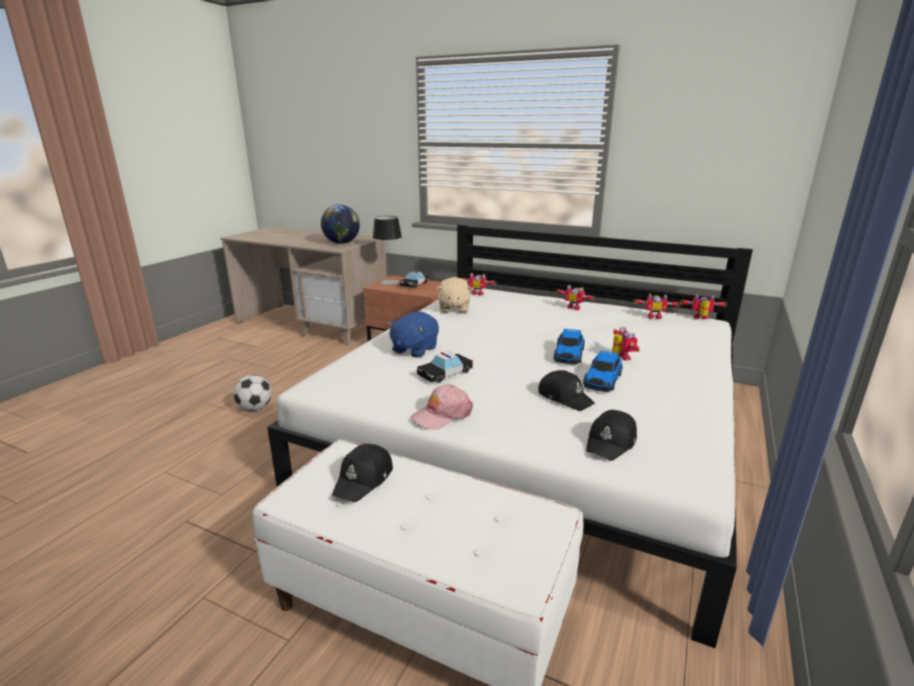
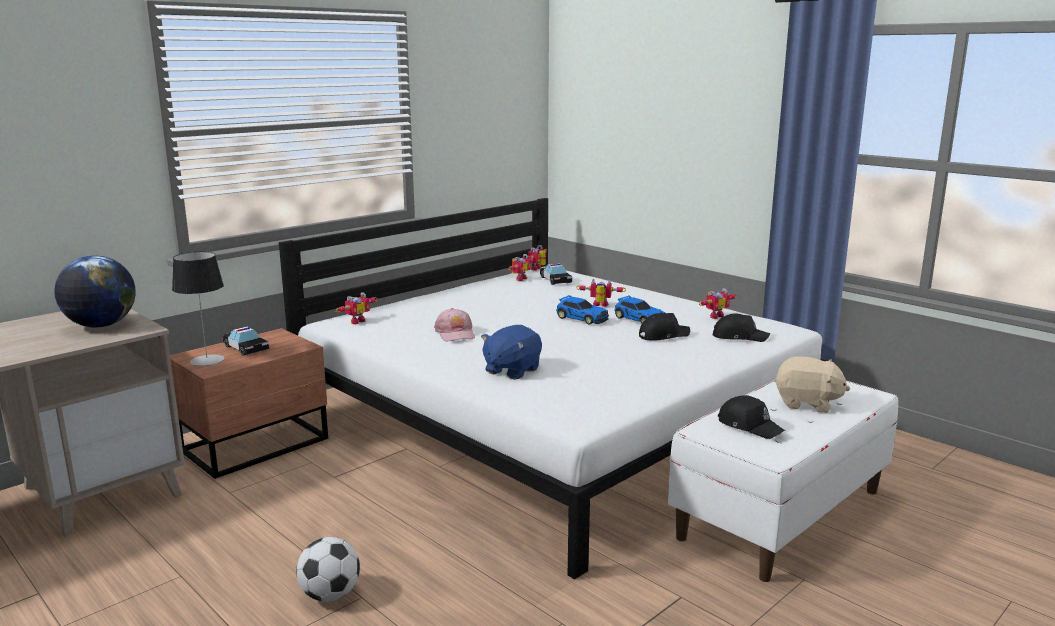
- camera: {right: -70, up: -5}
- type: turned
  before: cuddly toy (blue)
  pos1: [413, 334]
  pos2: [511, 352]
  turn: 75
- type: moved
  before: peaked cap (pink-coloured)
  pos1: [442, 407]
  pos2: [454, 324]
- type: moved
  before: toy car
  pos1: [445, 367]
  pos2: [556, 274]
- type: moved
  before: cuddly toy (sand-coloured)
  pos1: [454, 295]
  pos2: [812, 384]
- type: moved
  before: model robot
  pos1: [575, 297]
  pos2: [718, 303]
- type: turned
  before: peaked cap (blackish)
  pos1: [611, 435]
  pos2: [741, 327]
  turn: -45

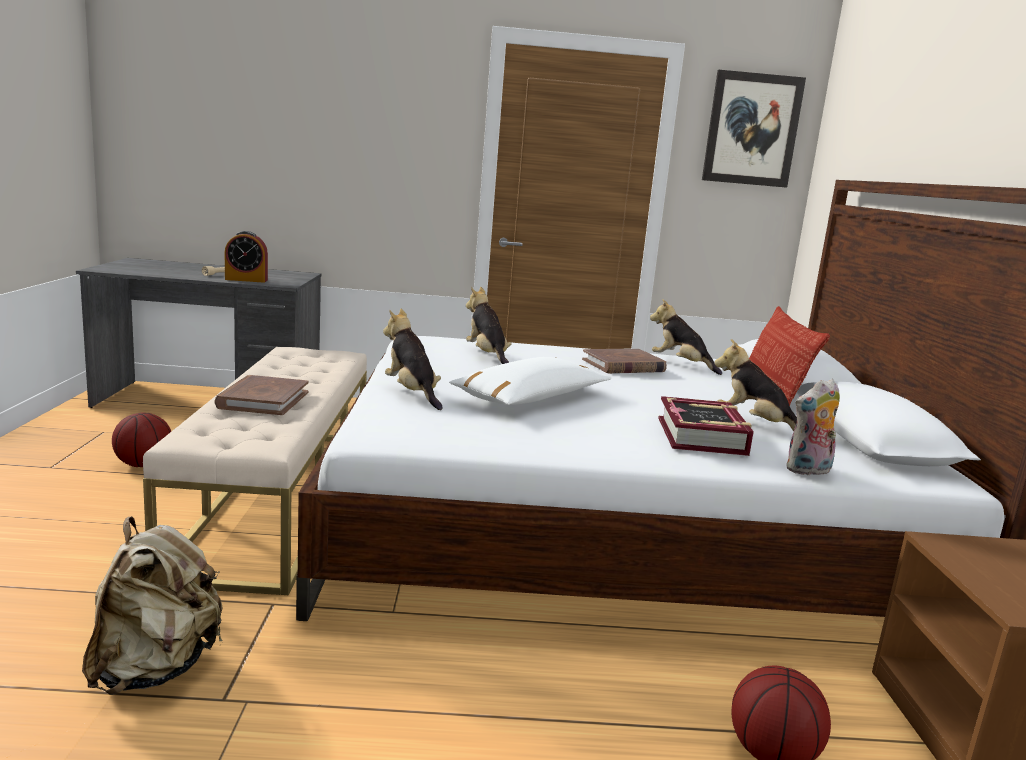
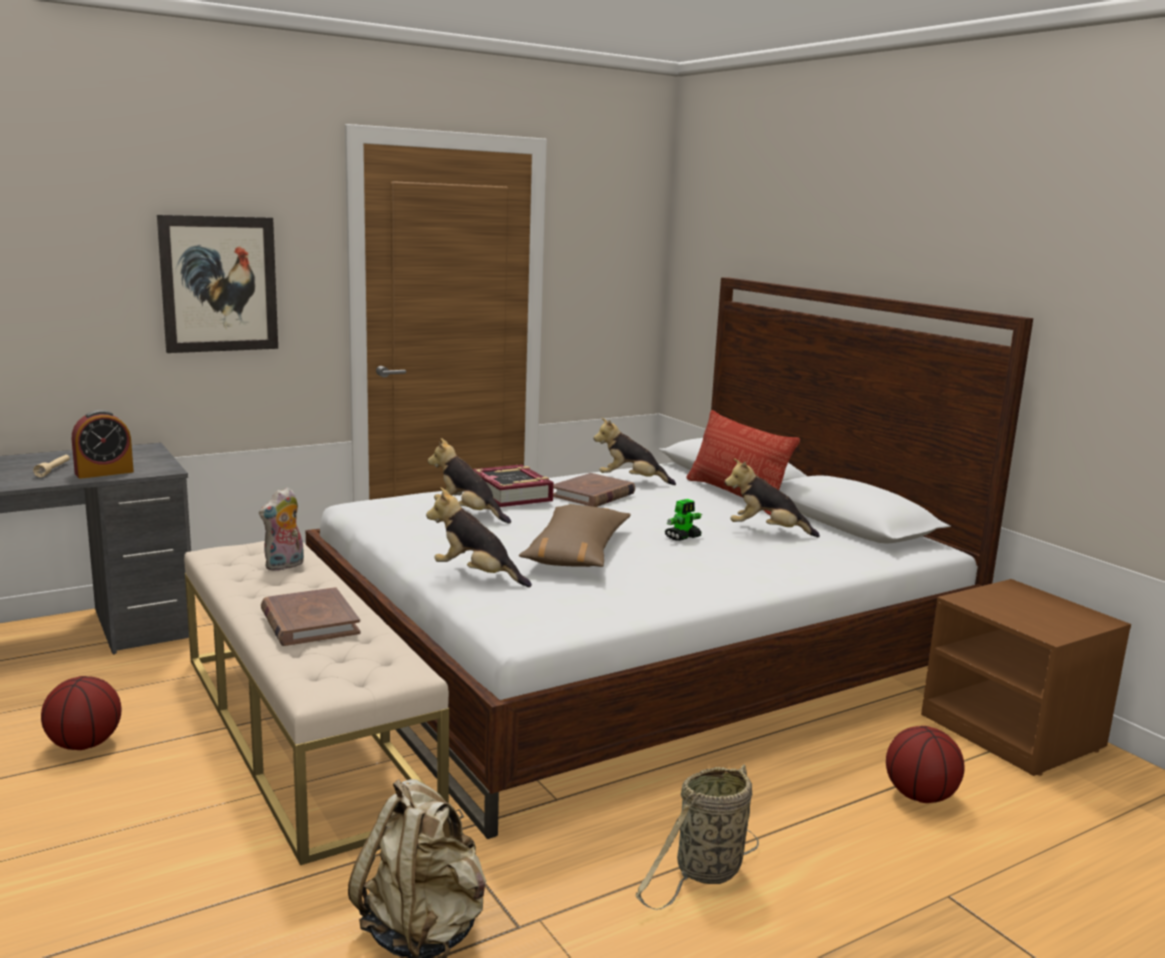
- camera: {right: -30, up: 0}
- type: recoloured
  before: cushion (whitish)
  after: cushion (brownish)
  pos1: [530, 381]
  pos2: [575, 536]
- type: moved
  before: volume
  pos1: [706, 426]
  pos2: [513, 485]
- type: moved
  before: wall picture
  pos1: [754, 129]
  pos2: [217, 284]
- type: moved
  before: cuddly toy
  pos1: [813, 427]
  pos2: [281, 529]
- type: added
  after: basket
  pos2: [697, 837]
- type: added
  after: model robot
  pos2: [683, 520]

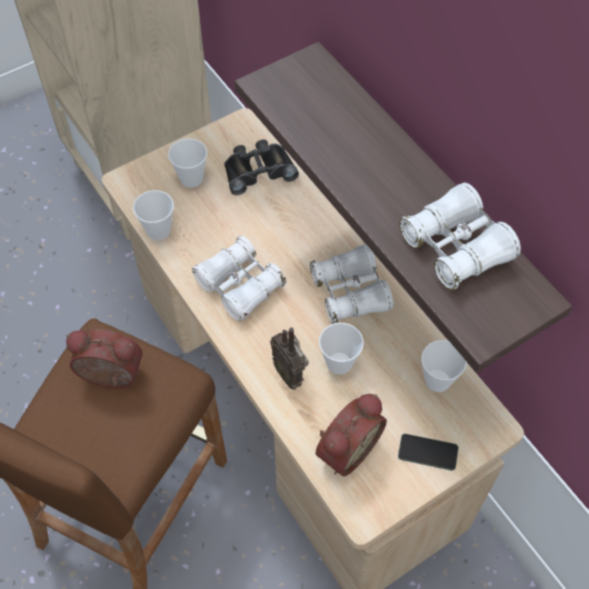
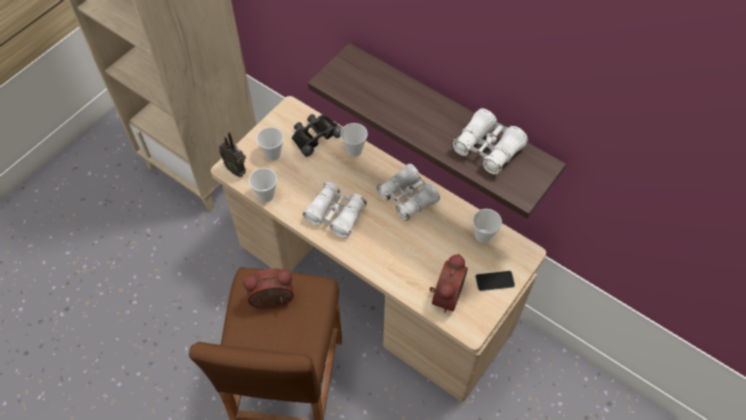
- camera: {right: -20, up: 0}
- type: moved
  before: radio receiver
  pos1: [289, 358]
  pos2: [232, 154]
- type: moved
  before: cup
  pos1: [341, 349]
  pos2: [354, 140]

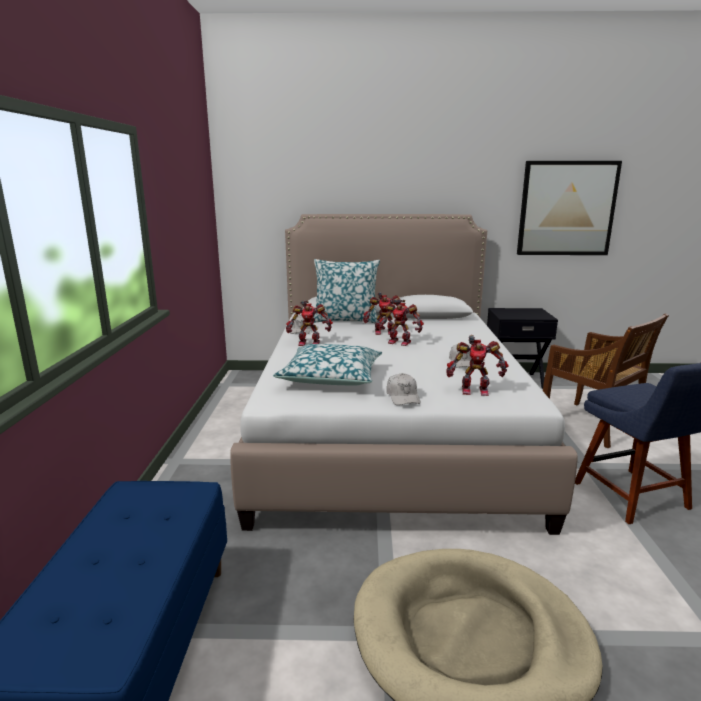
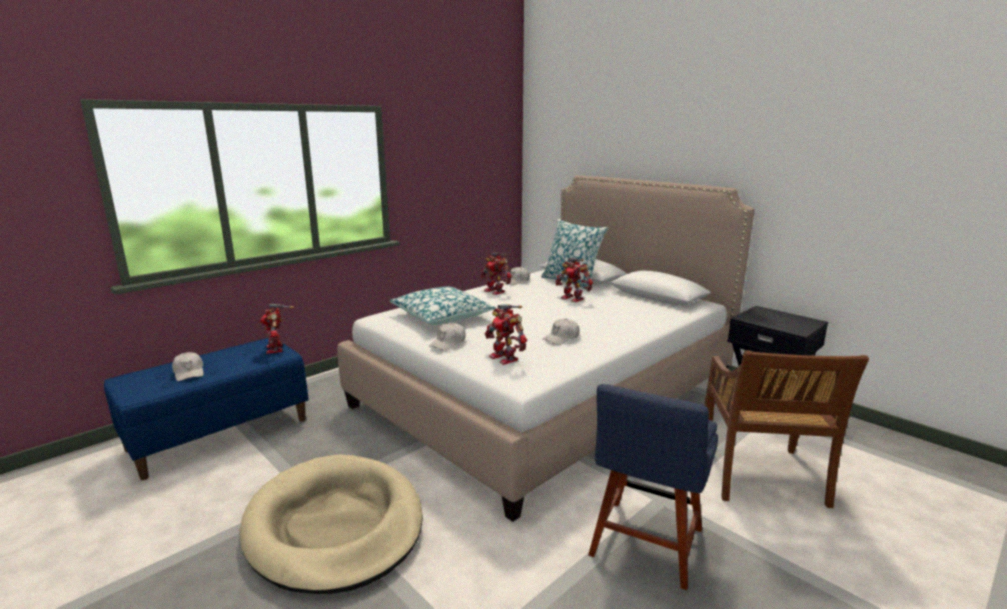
- camera: {right: 45, up: 0}
- type: moved
  before: model robot
  pos1: [401, 322]
  pos2: [277, 329]
- type: removed
  before: wall picture
  pos1: [569, 208]
- type: added
  after: peaked cap (whitish)
  pos2: [188, 366]

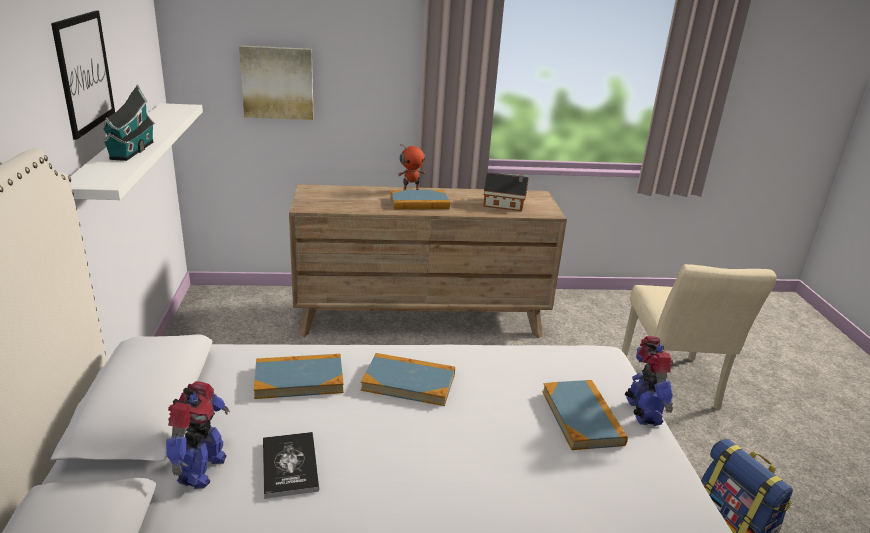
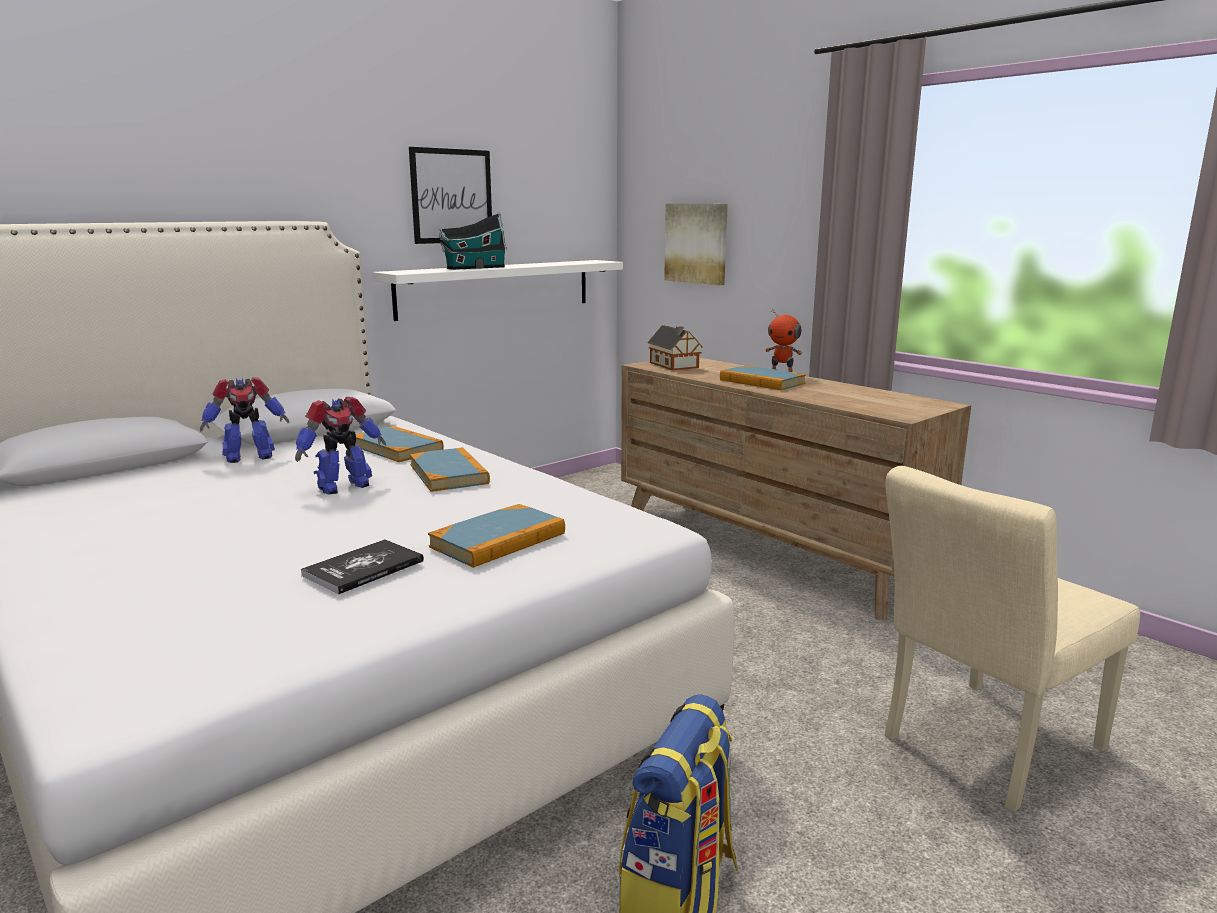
- camera: {right: 55, up: -10}
- type: moved
  before: volume
  pos1: [291, 465]
  pos2: [362, 567]
- type: moved
  before: toy house
  pos1: [506, 191]
  pos2: [675, 347]
- type: moved
  before: model robot
  pos1: [649, 381]
  pos2: [340, 445]

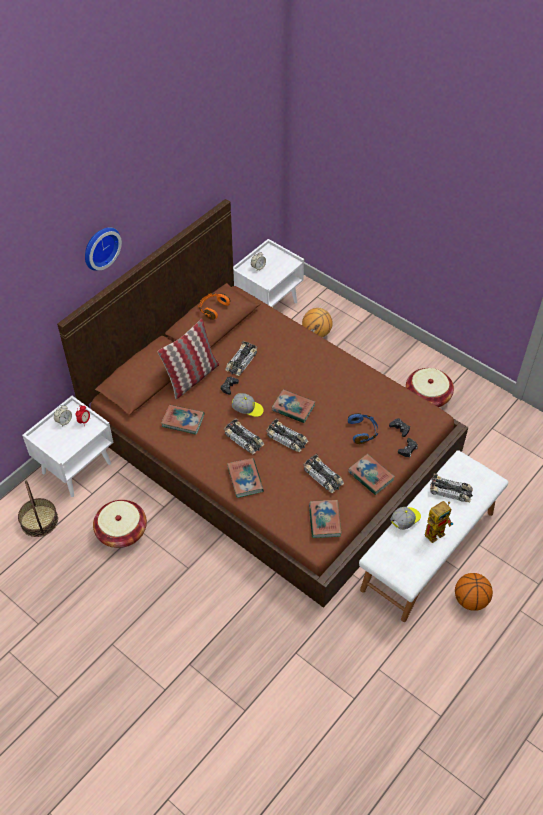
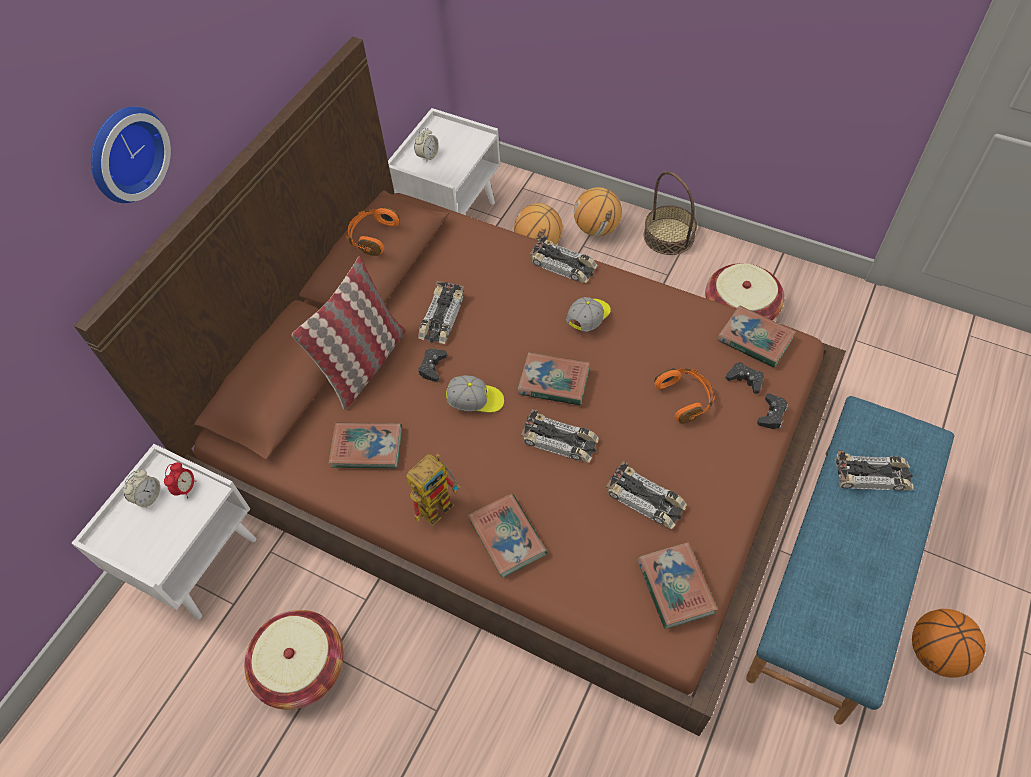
- camera: {right: -10, up: 5}
- type: moved
  before: basket
  pos1: [38, 508]
  pos2: [670, 213]
- type: moved
  before: toy car
  pos1: [243, 436]
  pos2: [563, 259]
- type: recoloured
  before: headset (blue)
  after: headset (orange-coloured)
  pos1: [363, 428]
  pos2: [684, 396]
- type: moved
  before: volume
  pos1: [371, 474]
  pos2: [756, 336]
- type: recoloured
  before: bench (whitish)
  after: bench (blue)
  pos1: [433, 536]
  pos2: [850, 560]
- type: moved
  before: peaked cap
  pos1: [405, 518]
  pos2: [588, 314]
- type: moved
  before: model robot
  pos1: [438, 522]
  pos2: [433, 490]
- type: added
  after: ball for basketball
  pos2: [598, 211]

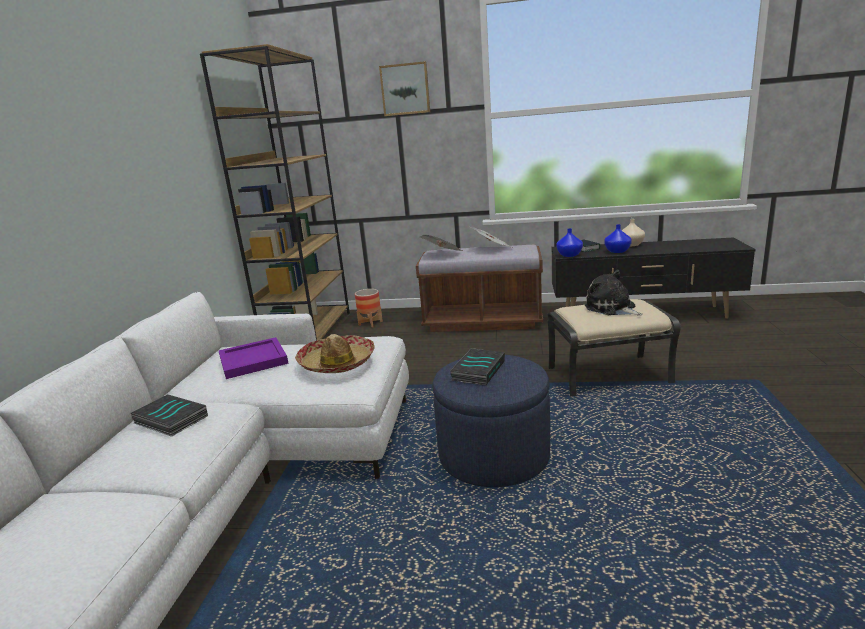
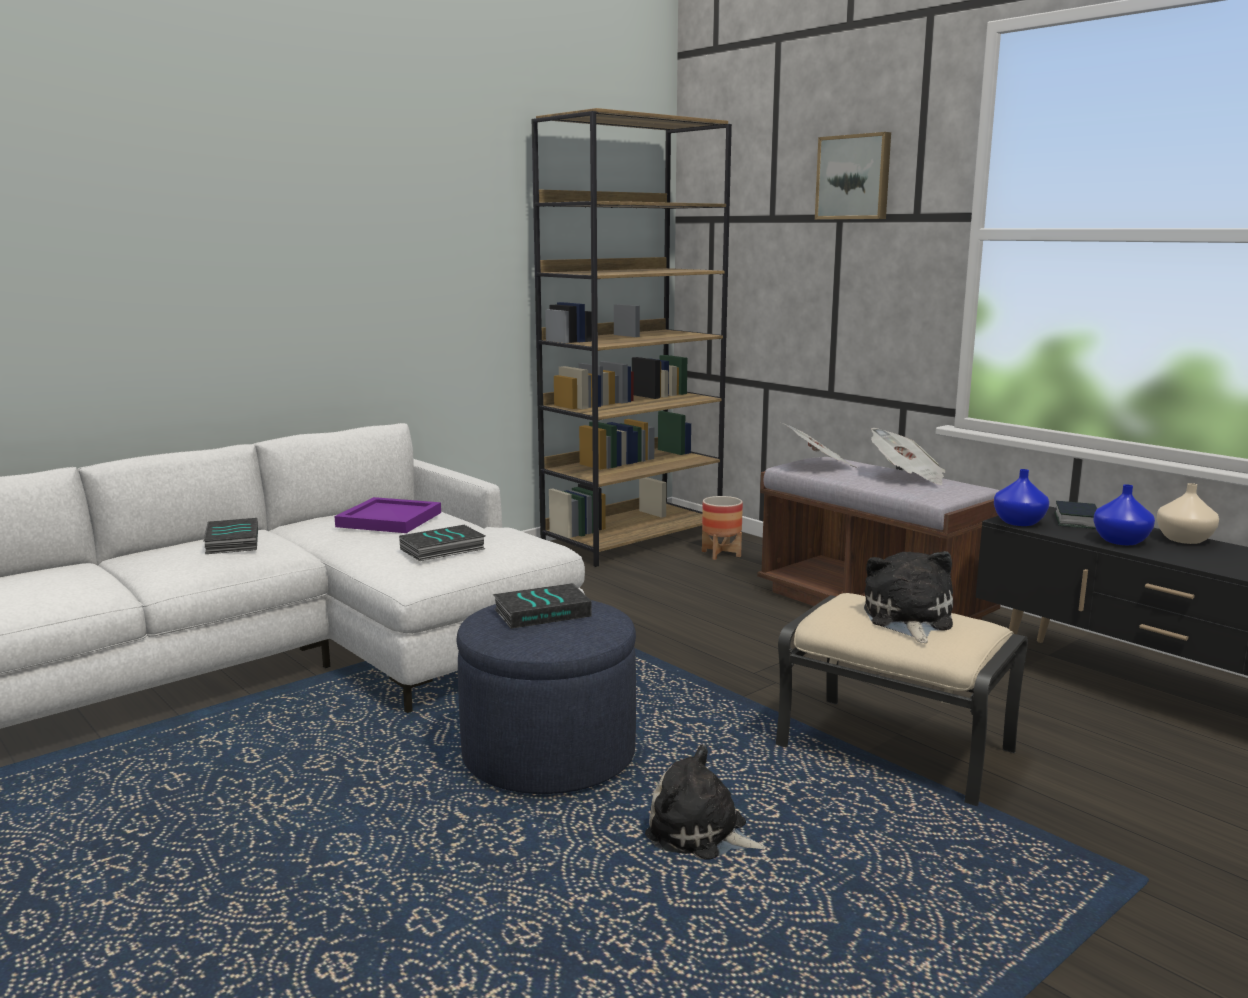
- camera: {right: 40, up: -5}
- type: replaced
  before: wearable hat
  after: volume
  pos1: [335, 353]
  pos2: [442, 543]
- type: added
  after: cuddly toy
  pos2: [705, 802]

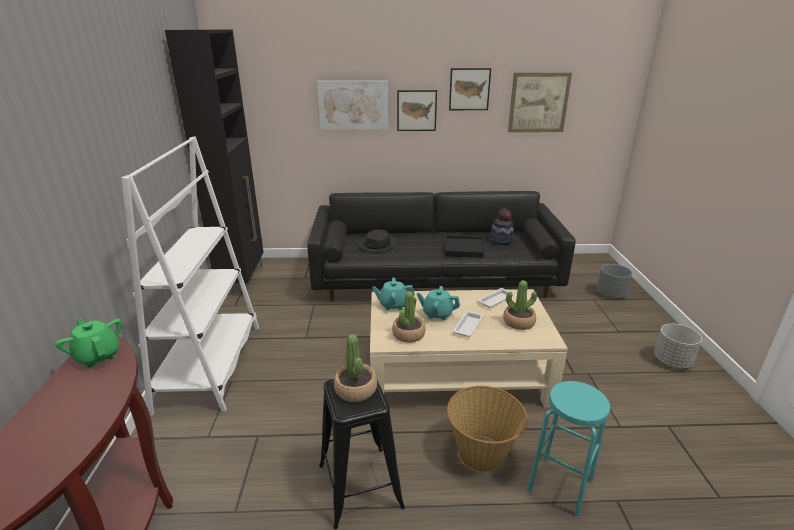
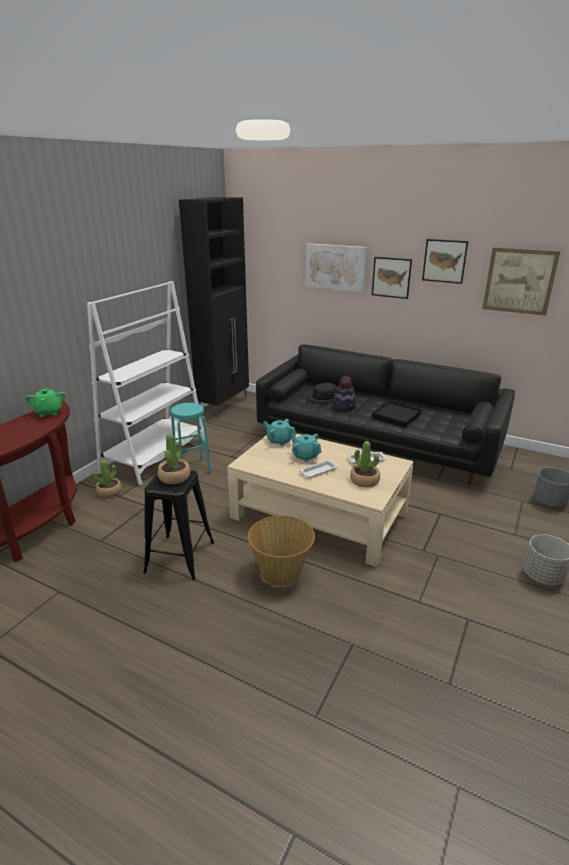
- camera: {right: 30, up: 0}
- type: moved
  before: potted plant
  pos1: [409, 317]
  pos2: [108, 479]
- type: moved
  before: wearable hat
  pos1: [501, 226]
  pos2: [344, 393]
- type: moved
  before: sitting stool (turquoise-coloured)
  pos1: [569, 449]
  pos2: [191, 438]

